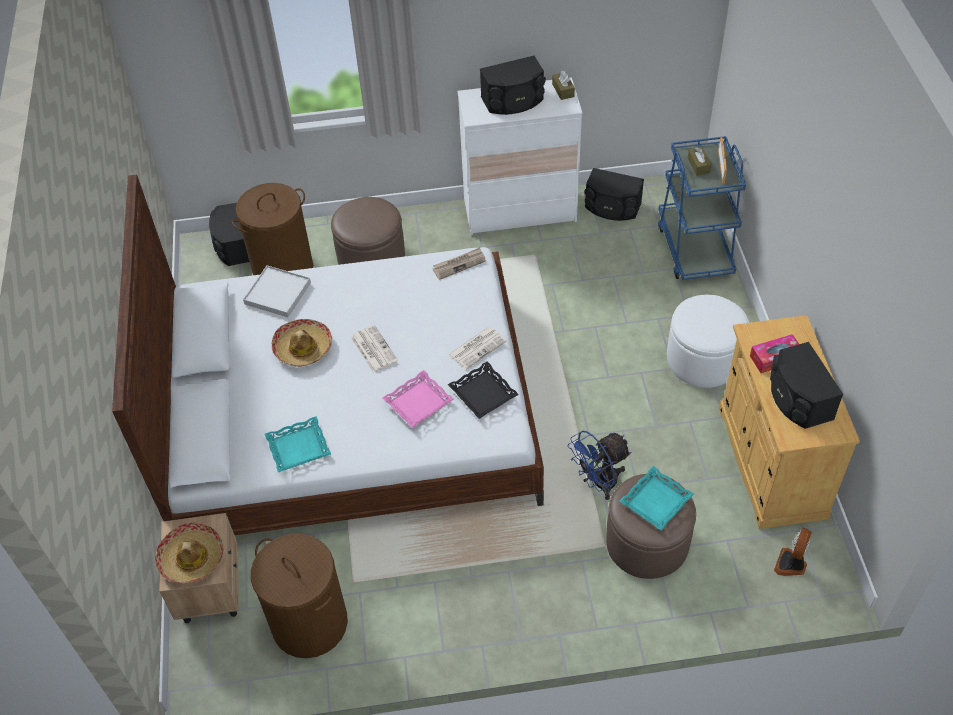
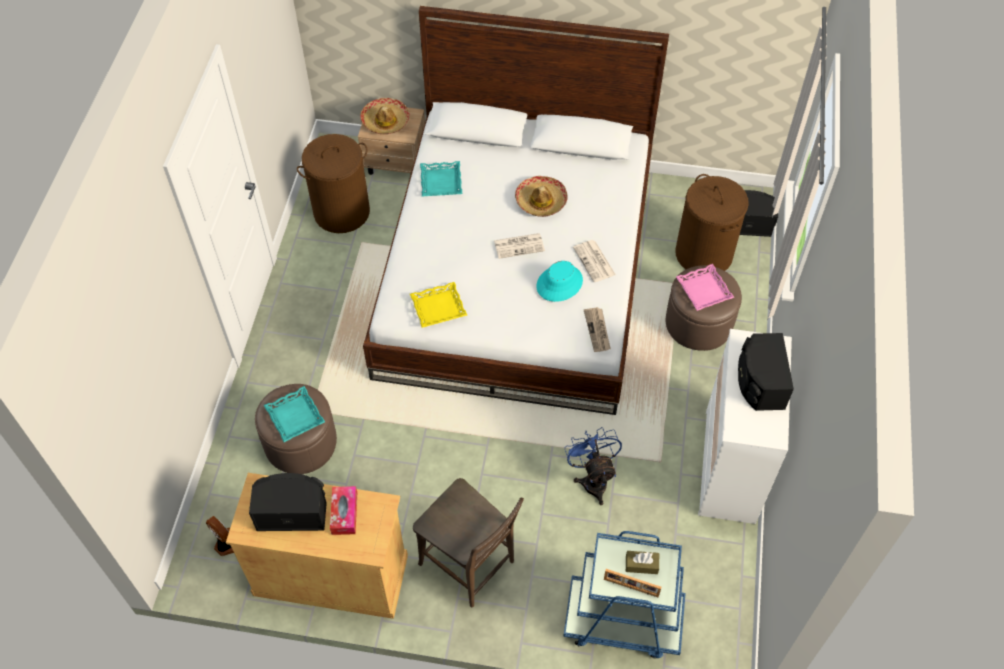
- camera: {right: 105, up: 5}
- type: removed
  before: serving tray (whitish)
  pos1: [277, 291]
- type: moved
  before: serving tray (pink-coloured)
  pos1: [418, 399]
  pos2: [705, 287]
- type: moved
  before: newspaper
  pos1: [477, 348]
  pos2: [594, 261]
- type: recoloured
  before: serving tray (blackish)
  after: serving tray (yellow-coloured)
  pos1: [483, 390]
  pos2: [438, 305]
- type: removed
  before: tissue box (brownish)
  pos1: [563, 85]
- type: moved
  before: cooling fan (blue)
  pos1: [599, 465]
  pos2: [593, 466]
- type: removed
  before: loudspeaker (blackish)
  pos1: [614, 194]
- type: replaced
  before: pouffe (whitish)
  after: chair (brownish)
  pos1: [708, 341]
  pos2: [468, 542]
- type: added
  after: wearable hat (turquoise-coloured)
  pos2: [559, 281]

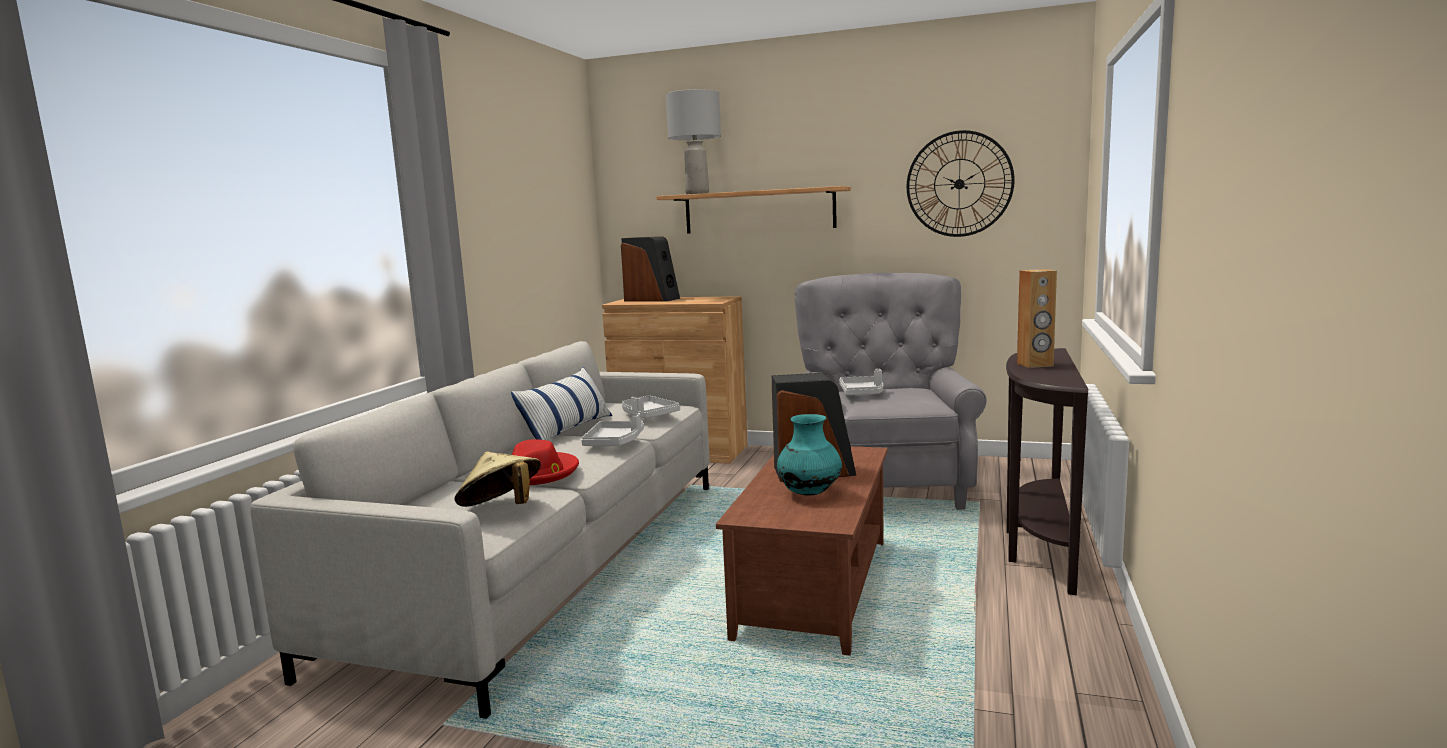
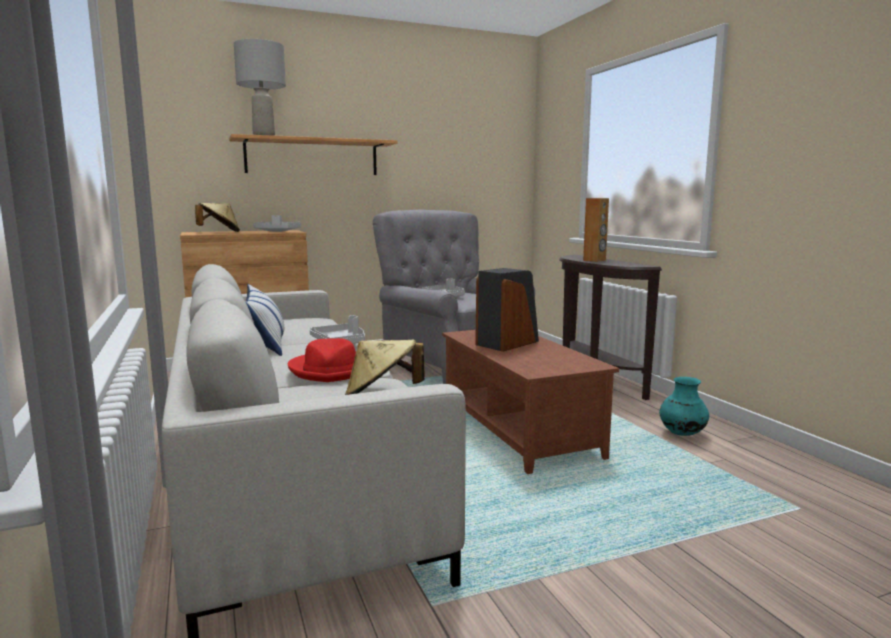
- camera: {right: -40, up: 0}
- type: replaced
  before: loudspeaker
  after: wearable hat (sand-coloured)
  pos1: [650, 268]
  pos2: [217, 217]
- type: moved
  before: serving tray (greyish)
  pos1: [651, 406]
  pos2: [277, 223]
- type: moved
  before: vase (turquoise-coloured)
  pos1: [809, 454]
  pos2: [684, 406]
- type: removed
  before: wall clock
  pos1: [961, 183]

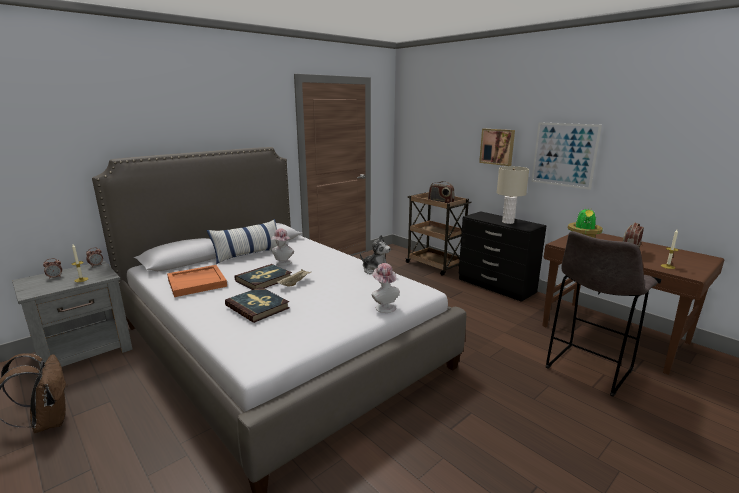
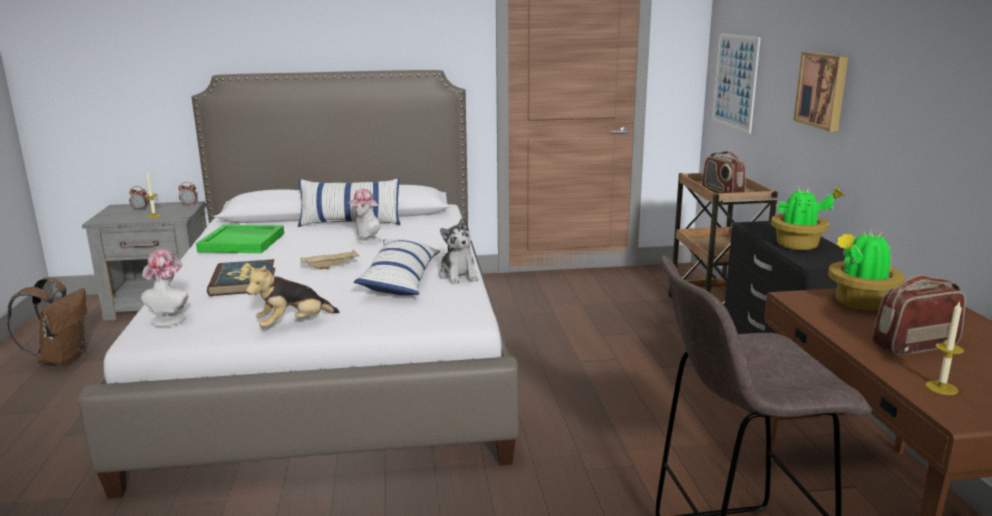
- camera: {right: 35, up: 0}
- type: recoloured
  before: serving tray (orange-coloured)
  after: serving tray (greenish)
  pos1: [197, 281]
  pos2: [240, 239]
- type: removed
  before: volume
  pos1: [263, 277]
- type: moved
  before: wearable hat
  pos1: [386, 288]
  pos2: [164, 288]
- type: replaced
  before: tabletop lamp (sand-coloured)
  after: potted plant
  pos1: [513, 195]
  pos2: [808, 218]
- type: moved
  before: wall picture
  pos1: [566, 156]
  pos2: [736, 83]
- type: added
  after: cuddly toy
  pos2: [292, 296]
- type: added
  after: cushion
  pos2: [397, 267]

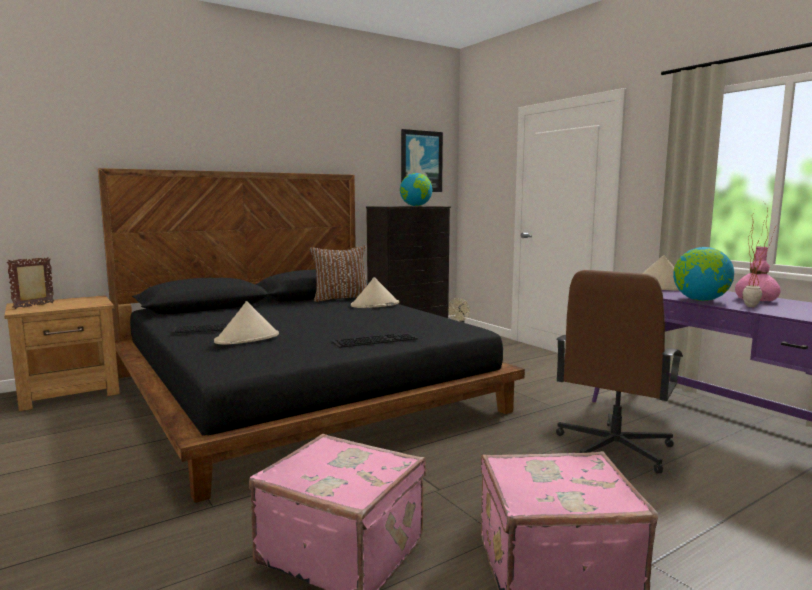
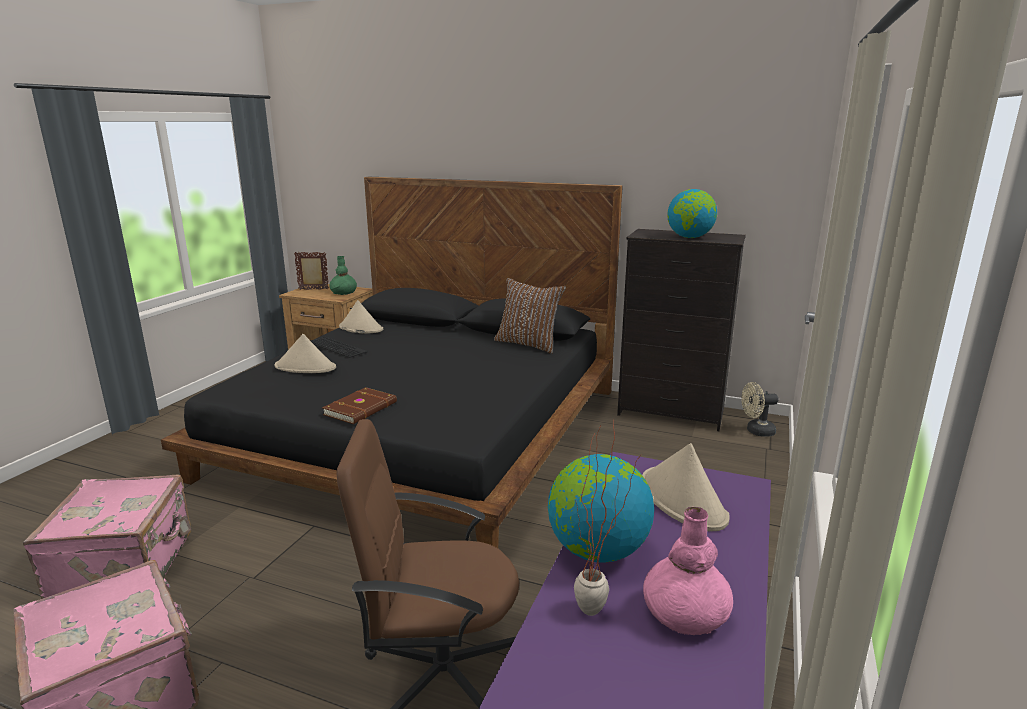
- camera: {right: 55, up: 10}
- type: replaced
  before: PC keyboard
  after: volume (brownish)
  pos1: [375, 340]
  pos2: [359, 405]
- type: moved
  before: wearable hat (sand-coloured)
  pos1: [375, 292]
  pos2: [361, 317]
- type: removed
  before: wall picture
  pos1: [422, 160]
- type: added
  after: vase (greenish)
  pos2: [343, 275]

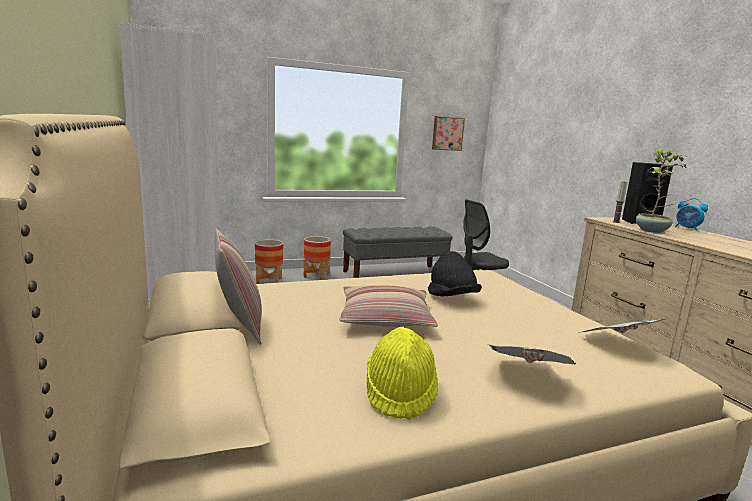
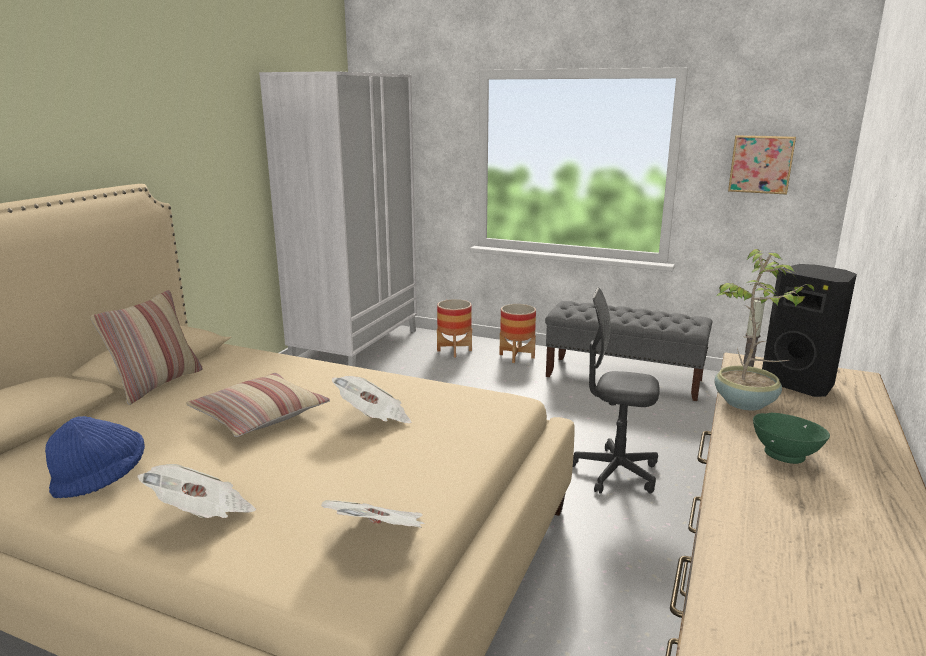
- camera: {right: 45, up: 5}
- type: recoloured
  before: wearable hat (yellow-coloured)
  after: wearable hat (blue)
  pos1: [402, 373]
  pos2: [95, 457]
- type: replaced
  before: wearable hat (blackish)
  after: newspaper
  pos1: [455, 273]
  pos2: [372, 399]
- type: removed
  before: alarm clock
  pos1: [691, 214]
- type: added
  after: bowl (greenish)
  pos2: [791, 438]

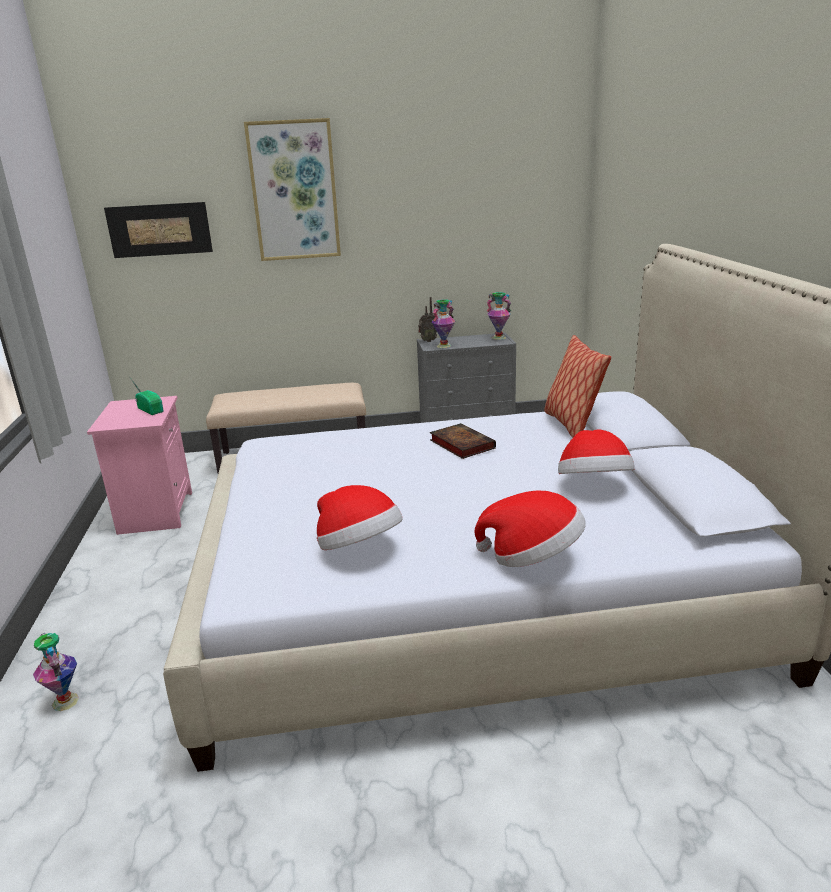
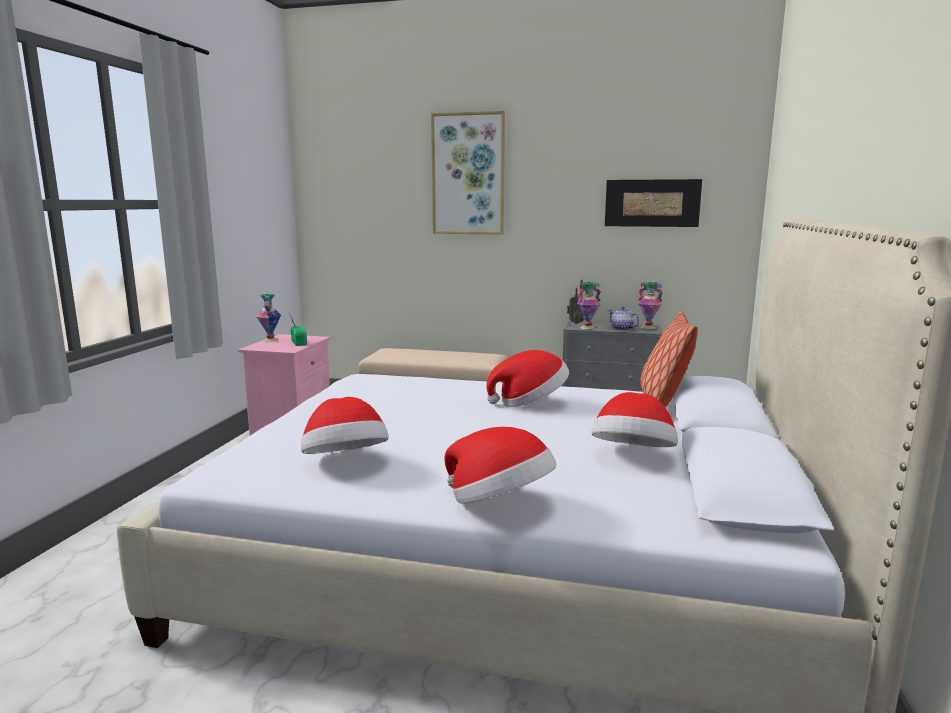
- camera: {right: 20, up: -10}
- type: moved
  before: vase
  pos1: [56, 672]
  pos2: [269, 318]
- type: moved
  before: wall picture
  pos1: [158, 230]
  pos2: [653, 203]
- type: replaced
  before: volume
  after: wearable hat
  pos1: [463, 441]
  pos2: [528, 378]
- type: added
  after: teapot
  pos2: [623, 318]

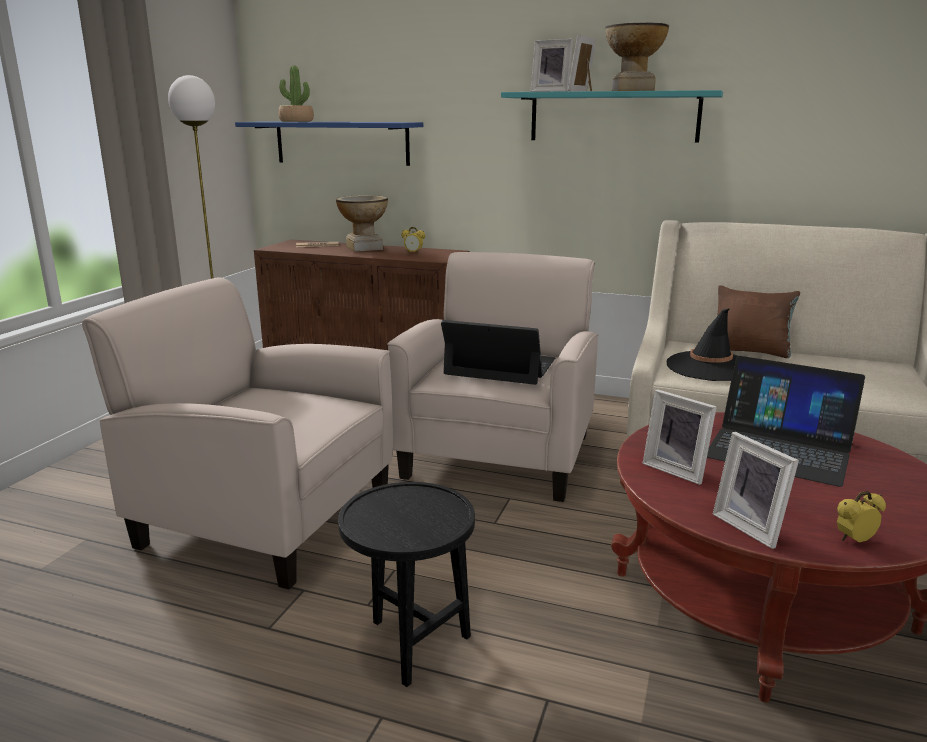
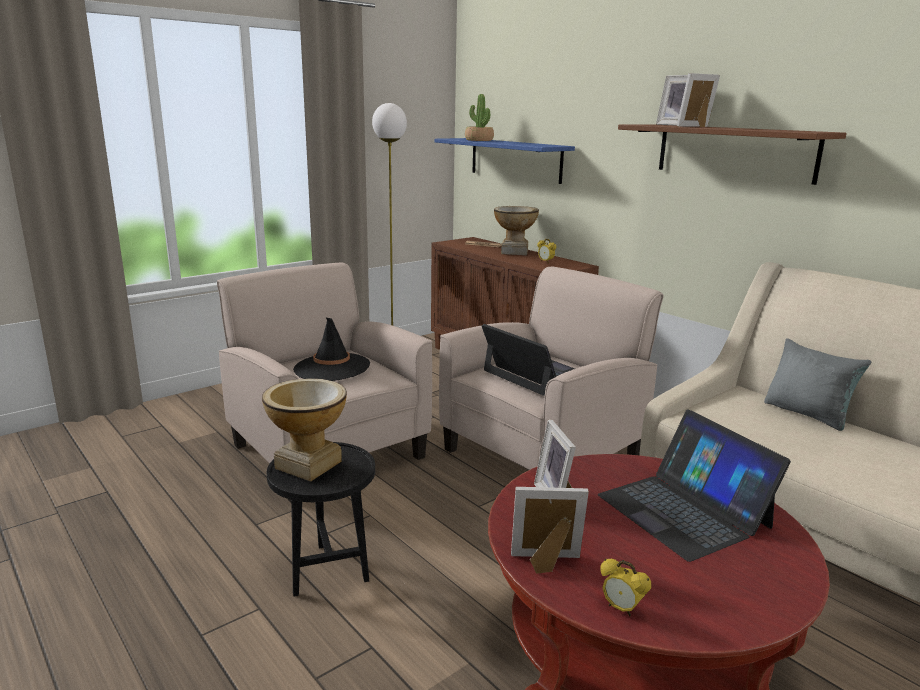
- camera: {right: 30, up: 0}
- type: recoloured
  before: bracket shelf (turquoise-coloured)
  after: bracket shelf (brownish)
  pos1: [612, 116]
  pos2: [732, 154]
- type: moved
  before: vase
  pos1: [637, 57]
  pos2: [304, 430]
- type: moved
  before: wearable hat (blackish)
  pos1: [702, 344]
  pos2: [331, 349]
- type: turned
  before: photo frame
  pos1: [756, 490]
  pos2: [550, 530]
  turn: 90
- type: recoloured
  before: cushion (brownish)
  after: cushion (greyish)
  pos1: [758, 321]
  pos2: [817, 384]
- type: turned
  before: alarm clock
  pos1: [861, 516]
  pos2: [625, 587]
  turn: -150

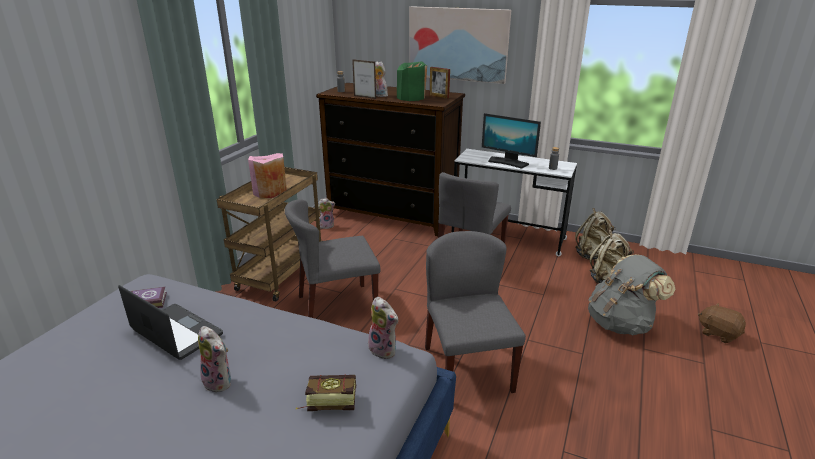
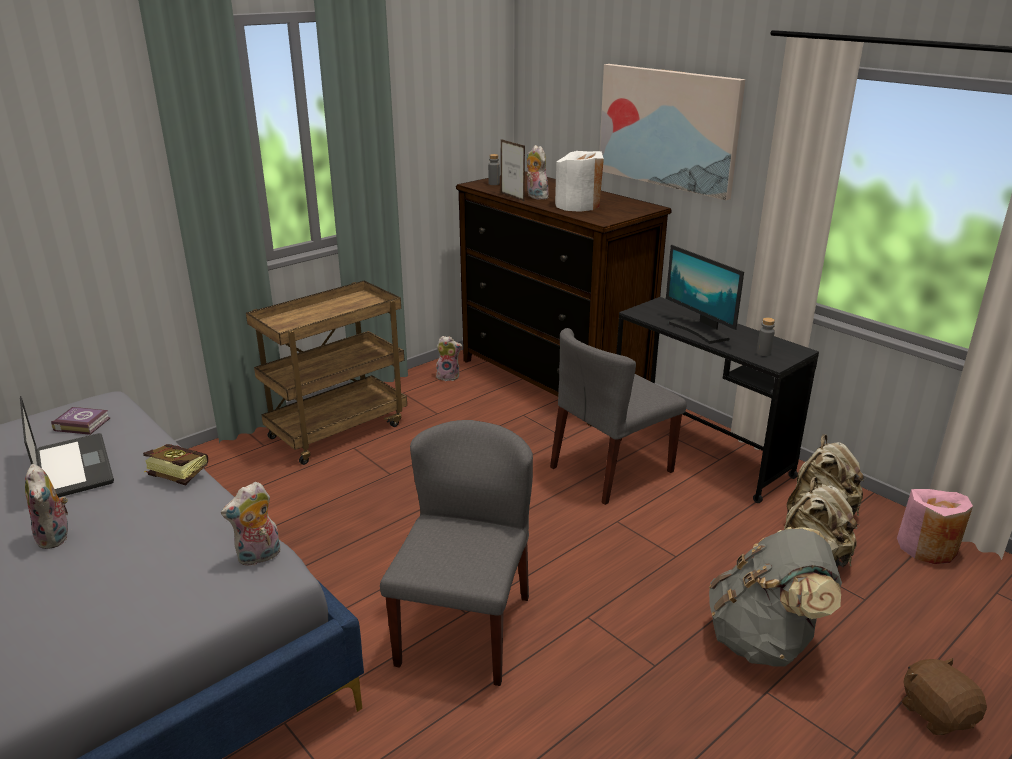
- camera: {right: 25, up: 0}
- type: moved
  before: vase (pink-coloured)
  pos1: [267, 175]
  pos2: [935, 526]
- type: removed
  before: chair (greyish)
  pos1: [332, 258]
- type: moved
  before: volume
  pos1: [326, 393]
  pos2: [175, 465]
- type: turned
  before: cuddly toy
  pos1: [383, 328]
  pos2: [251, 524]
  turn: 75
- type: recoloured
  before: vase (greenish)
  after: vase (whitish)
  pos1: [412, 81]
  pos2: [579, 181]
- type: removed
  before: photo frame
  pos1: [440, 83]
- type: recoloured
  before: desk unit (whitish)
  after: desk unit (blackish)
  pos1: [514, 202]
  pos2: [718, 400]

